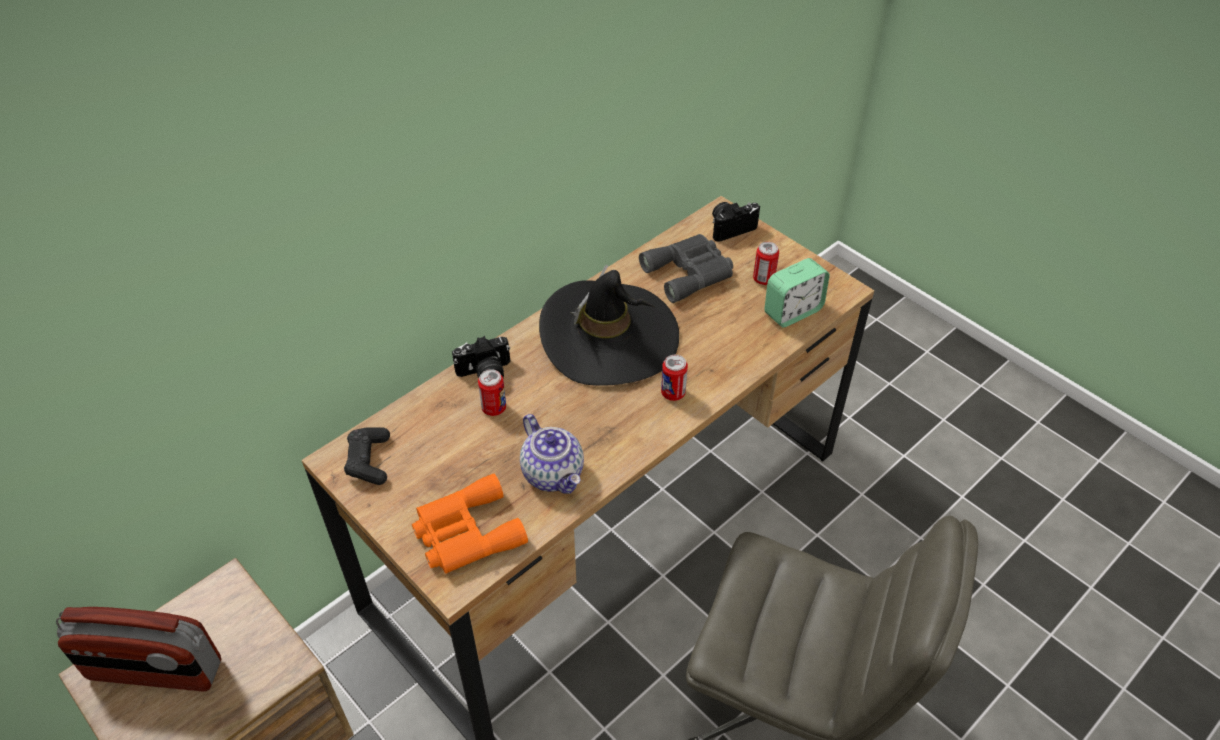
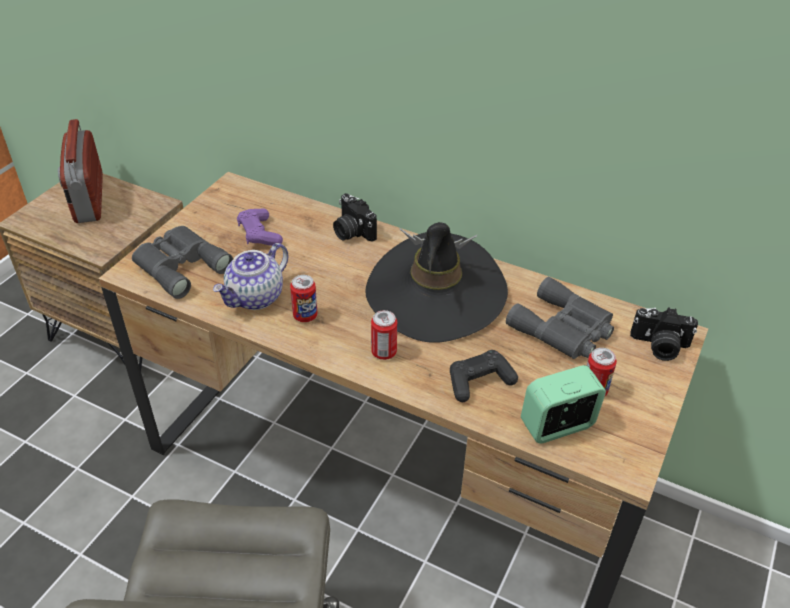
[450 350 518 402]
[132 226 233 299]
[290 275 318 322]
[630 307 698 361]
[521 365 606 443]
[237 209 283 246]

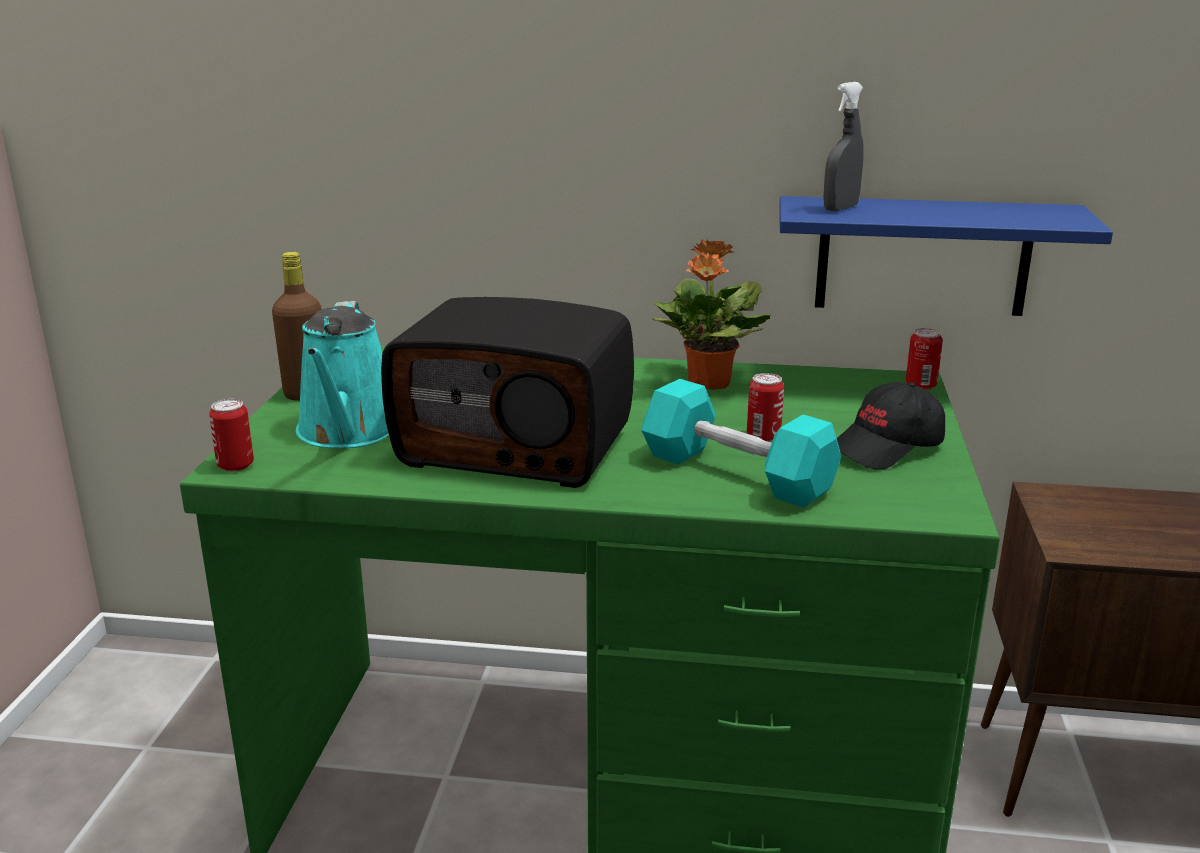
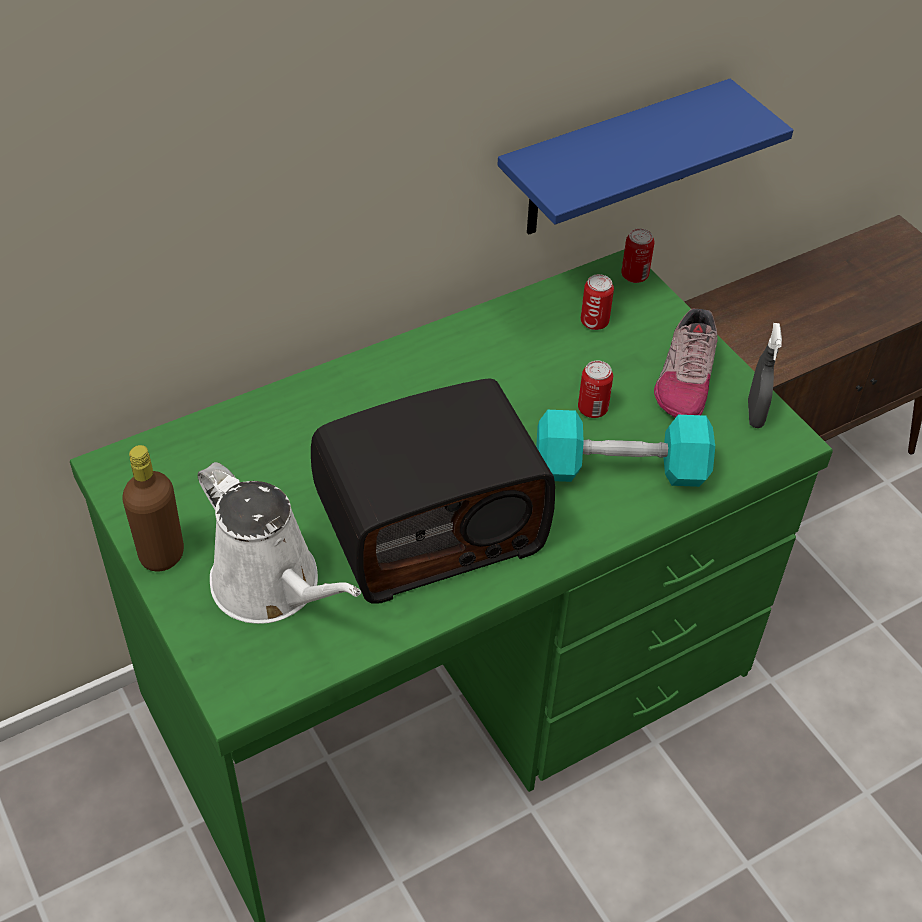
[581 274 614 330]
[198 462 361 624]
[652 239 771 390] (first image)
[748 323 782 428]
[654 308 717 418]

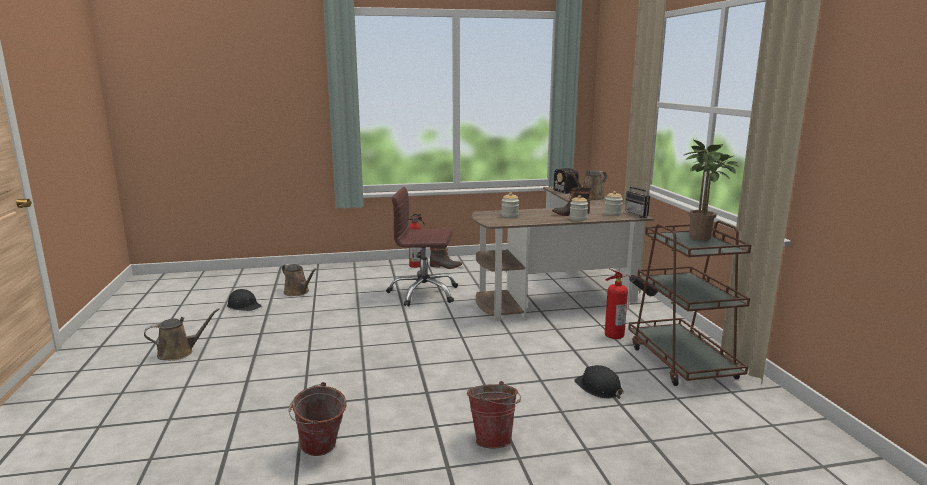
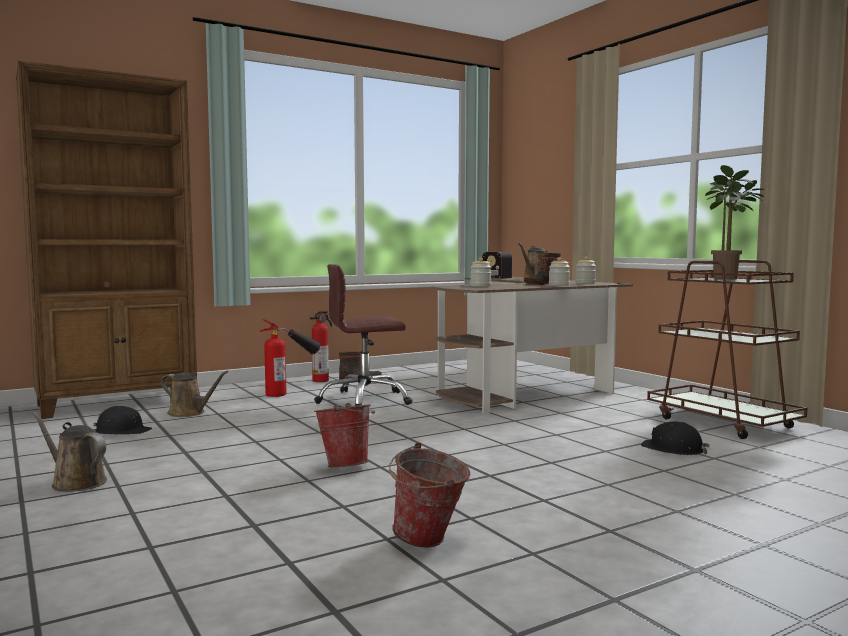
[32 411 107 492]
[314 403 375 467]
[259 319 320 397]
[625 180 650 217] (first image)
[16 61 197 419]

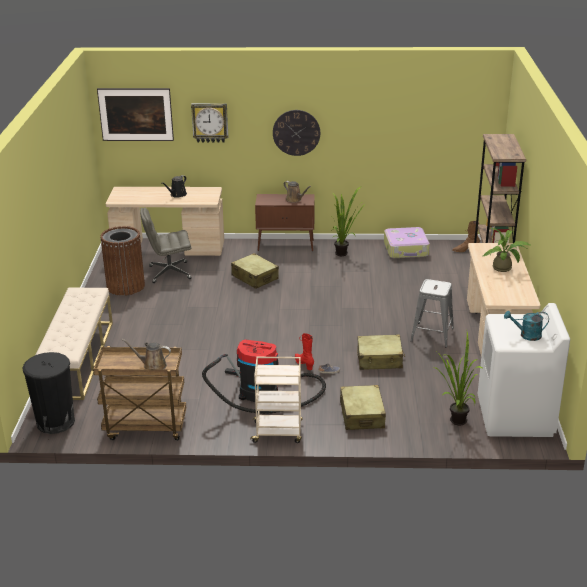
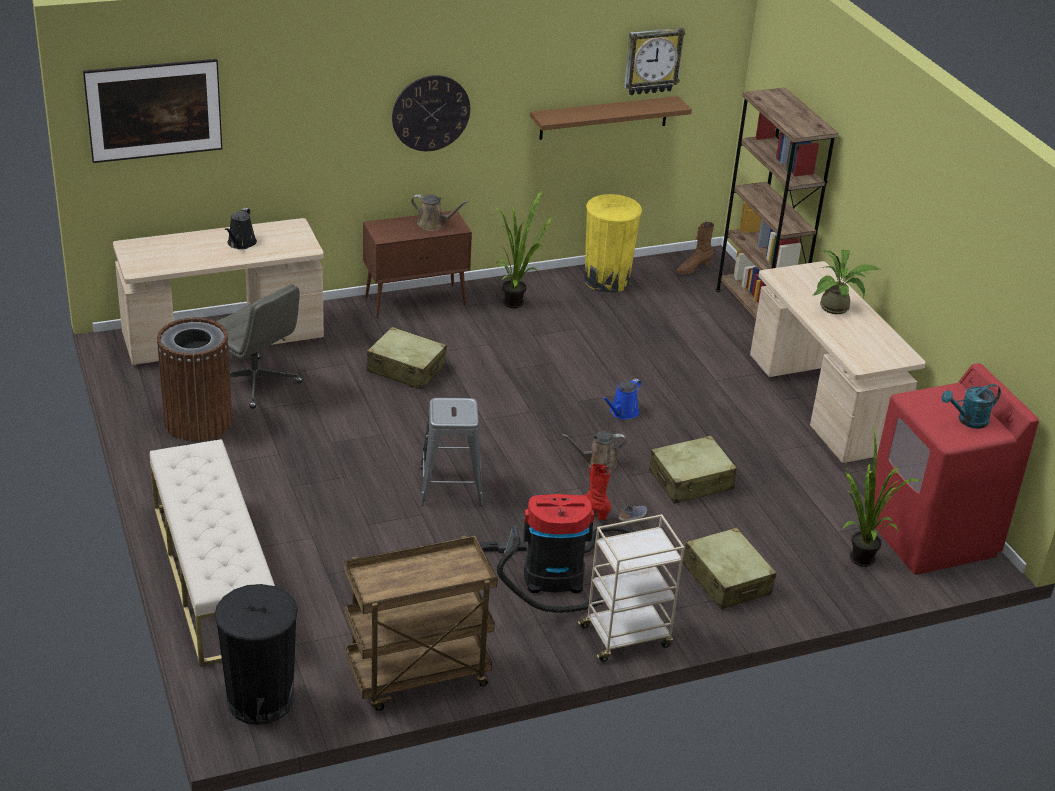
[562 431 627 470]
[216 284 303 409]
[624 28 686 95]
[584 194 642 293]
[420 398 483 506]
[869 363 1039 575]
[530 96 692 140]
[602 379 641 420]

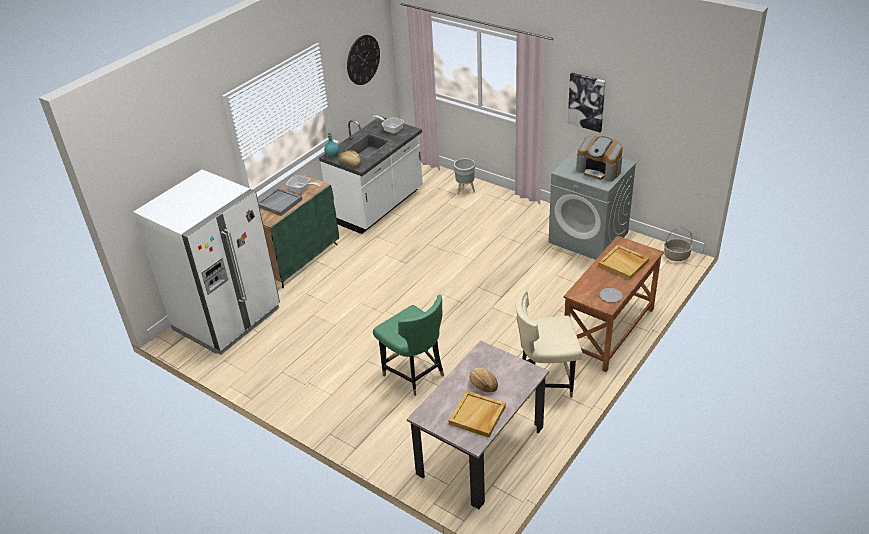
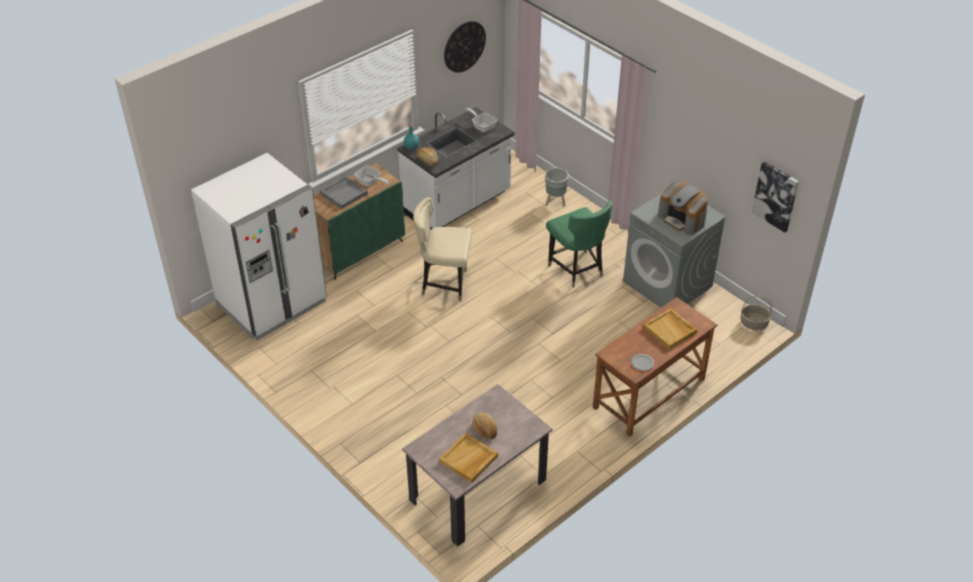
[546 201 612 288]
[413 197 472 301]
[752 162 799 232]

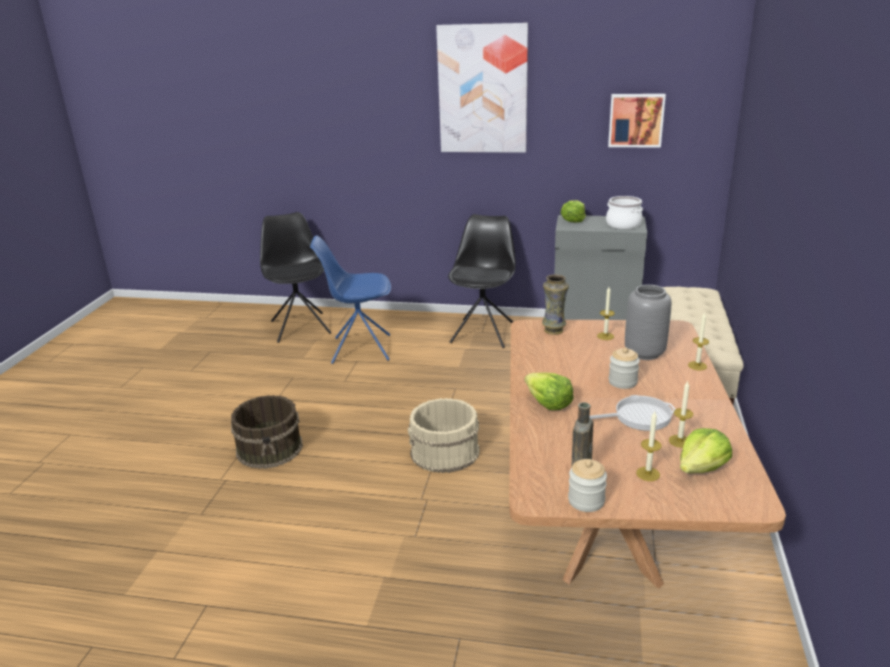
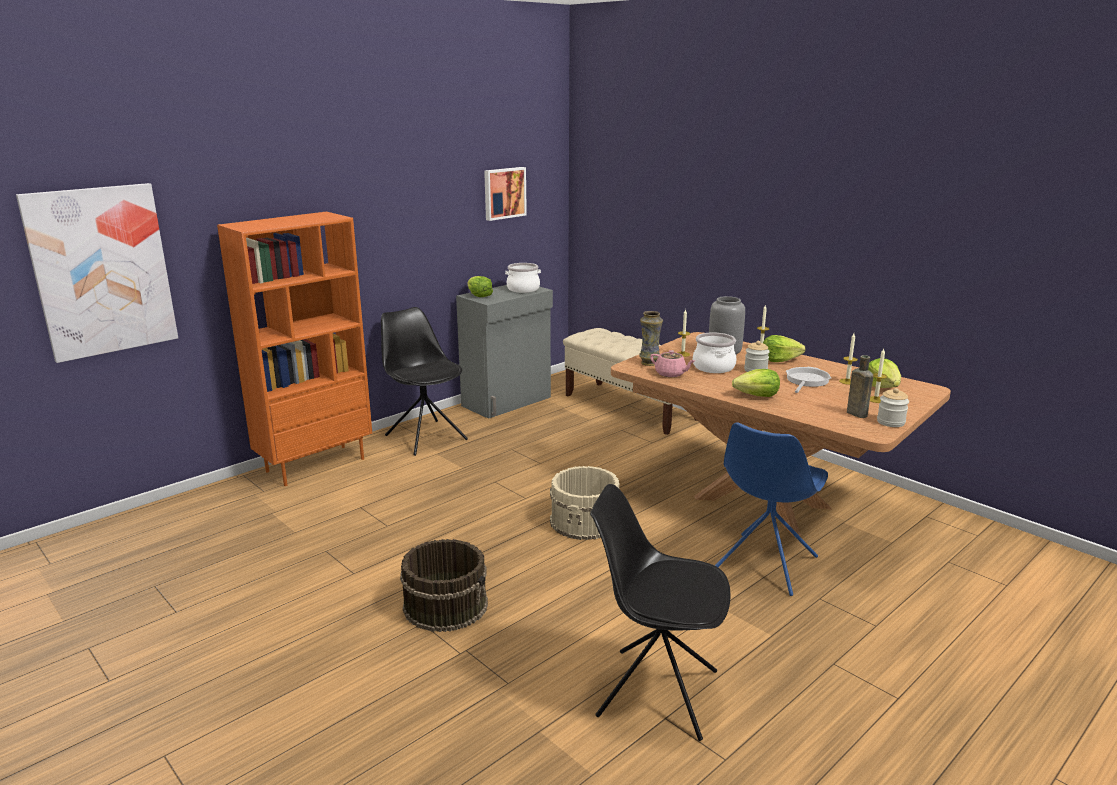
[590 484 730 741]
[715 423 828 596]
[16 183 178 363]
[217 212 372 486]
[650 350 695 377]
[693 333 737 373]
[763 335 806 362]

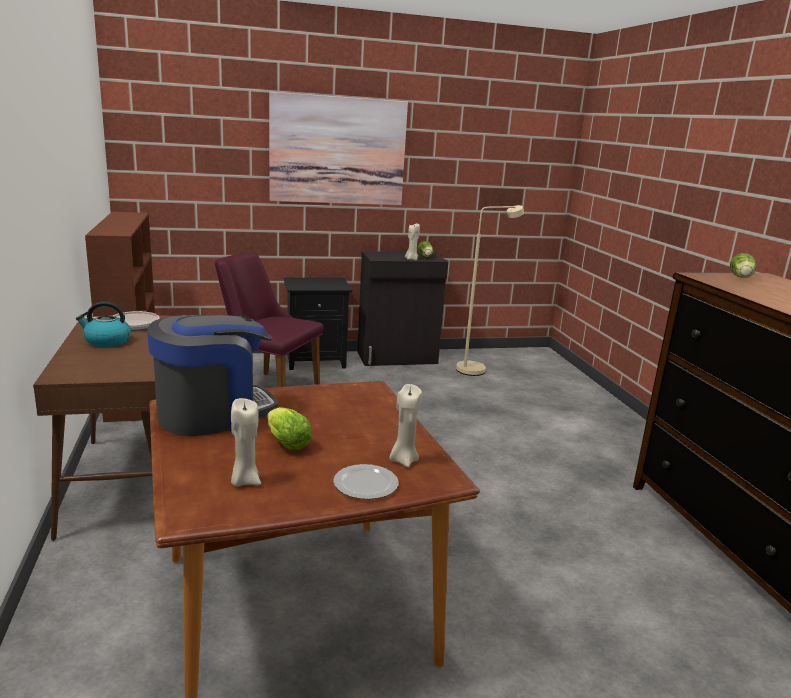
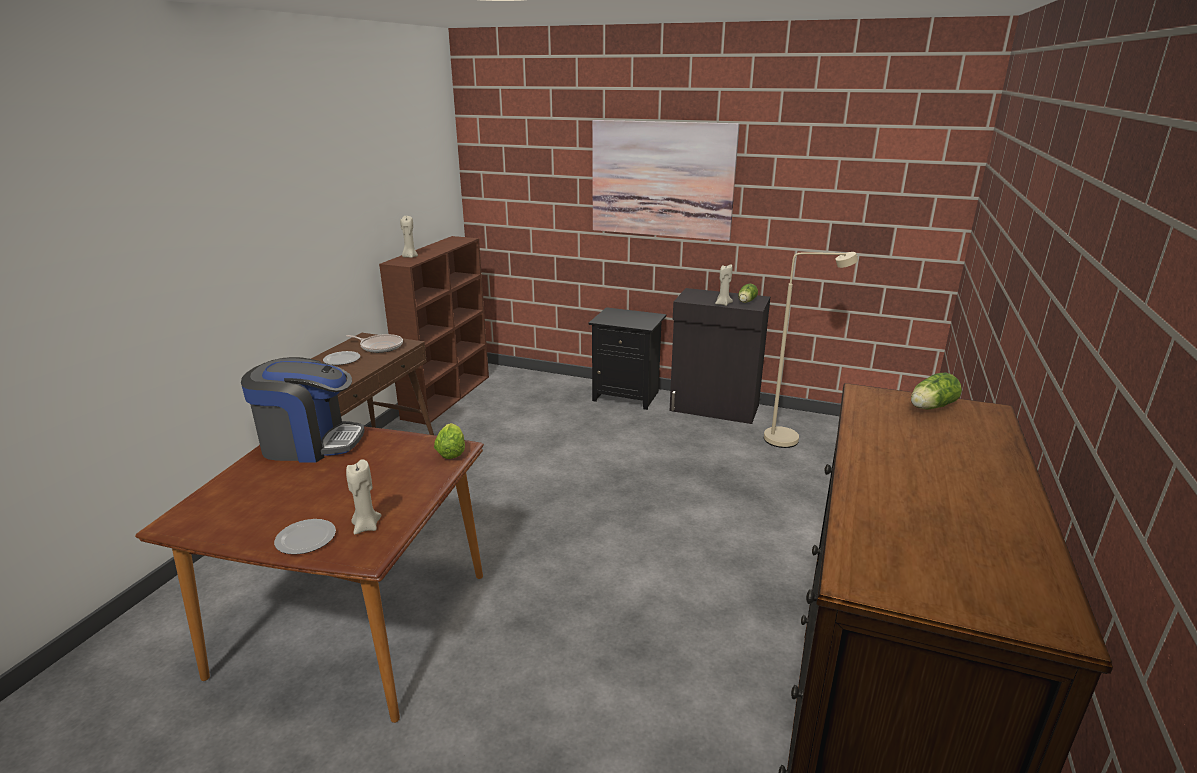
[323 351 361 365]
[215 252 323 387] (first image)
[400 216 418 258]
[434 423 465 459]

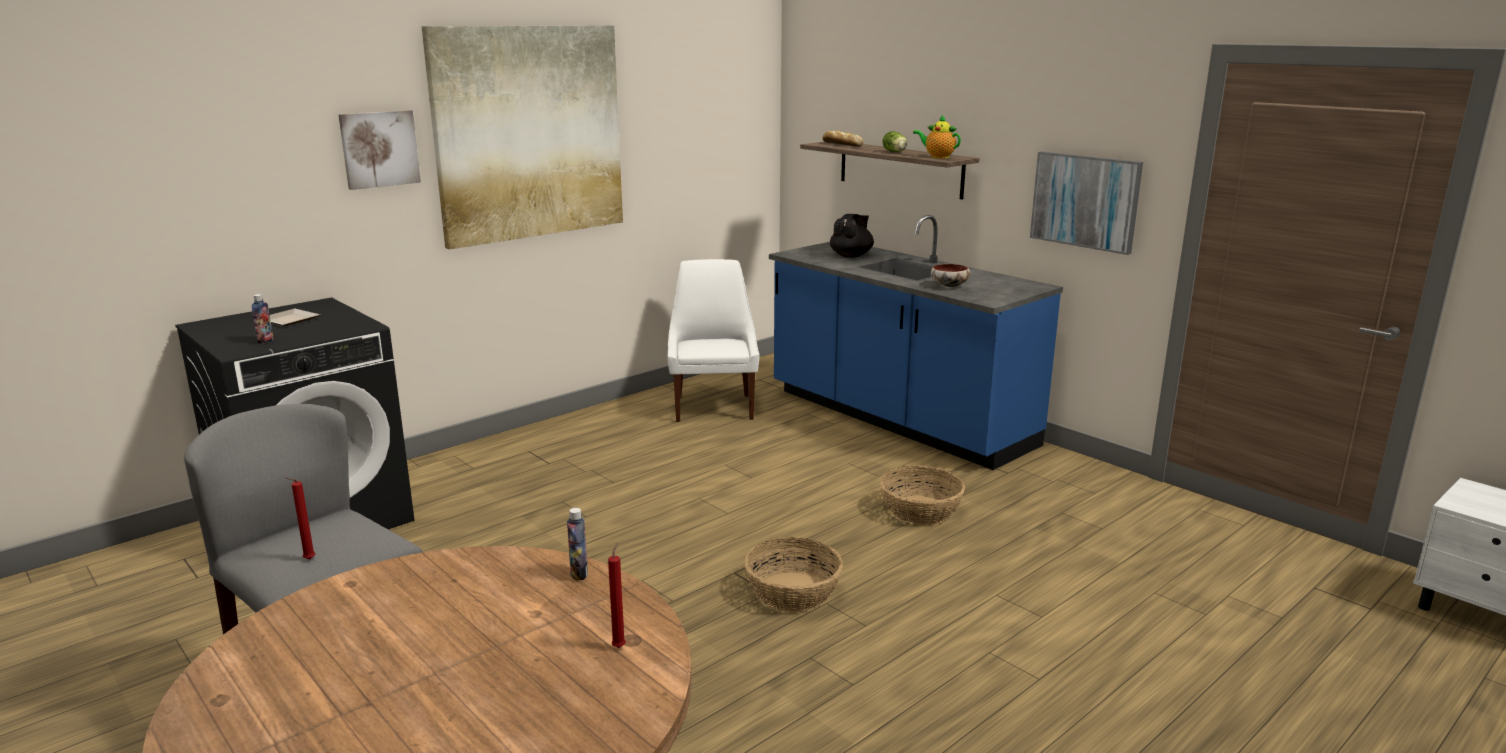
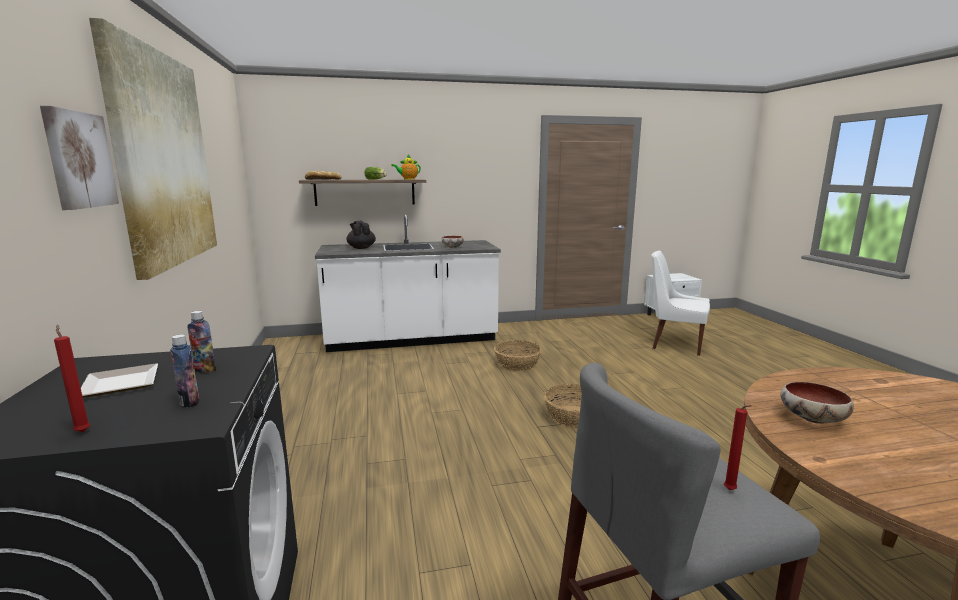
[187 311 216 373]
[54 324 91 432]
[651 250 710 356]
[315 214 501 352]
[1030 151 1143 255] (first image)
[780 382 854 424]

